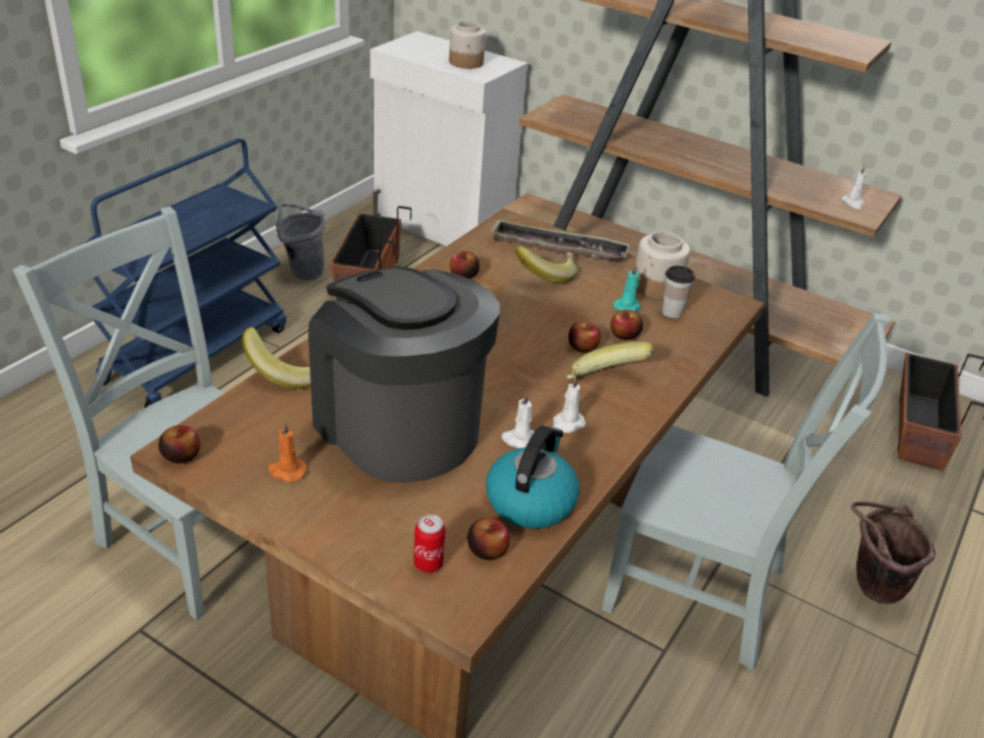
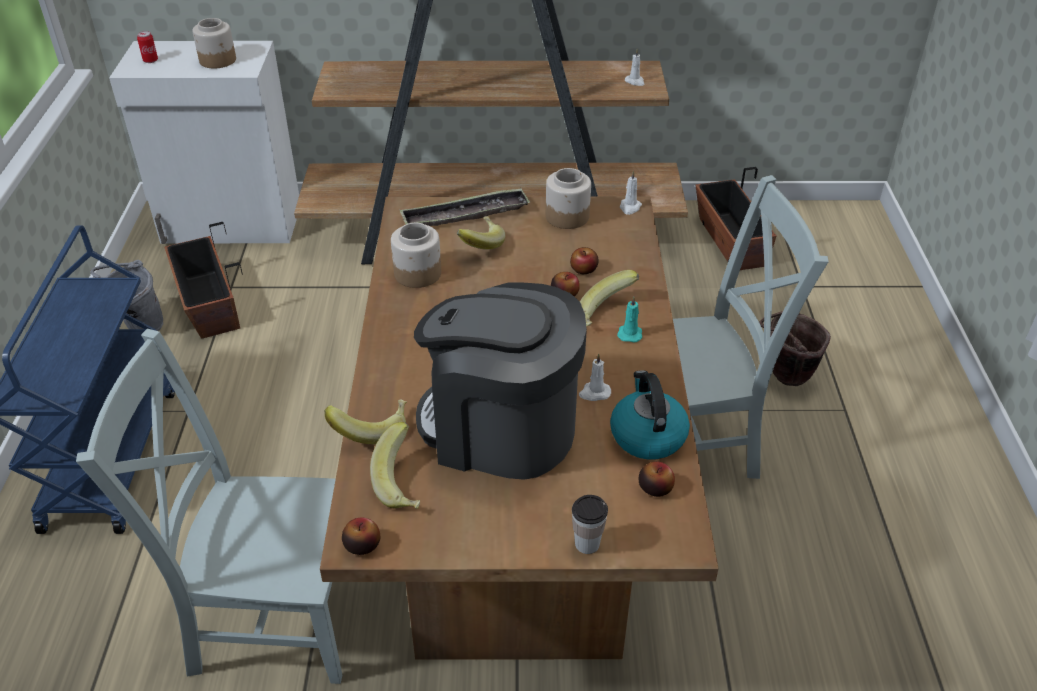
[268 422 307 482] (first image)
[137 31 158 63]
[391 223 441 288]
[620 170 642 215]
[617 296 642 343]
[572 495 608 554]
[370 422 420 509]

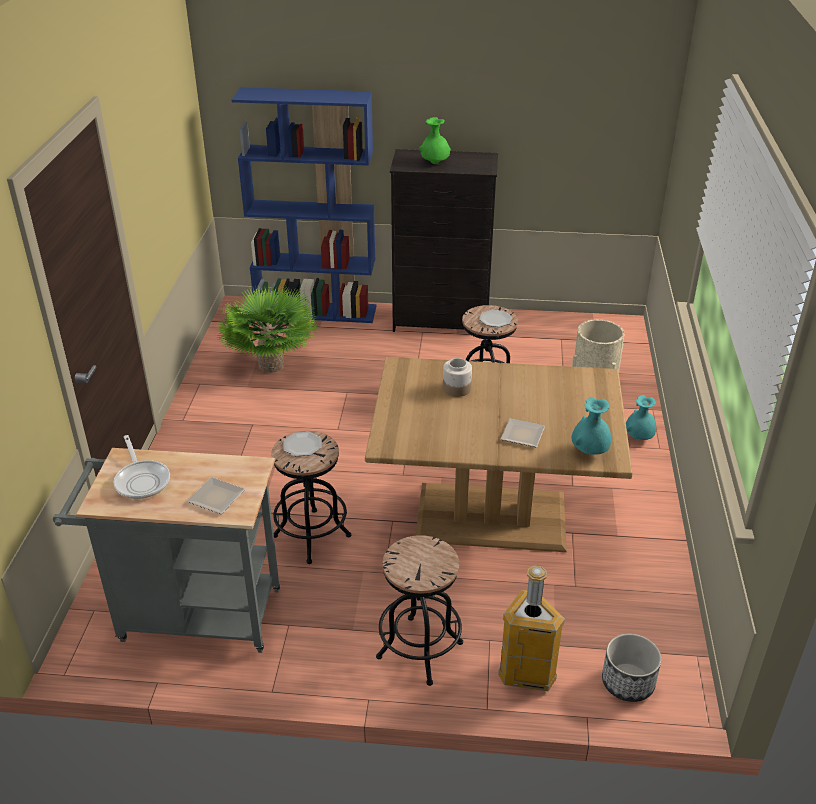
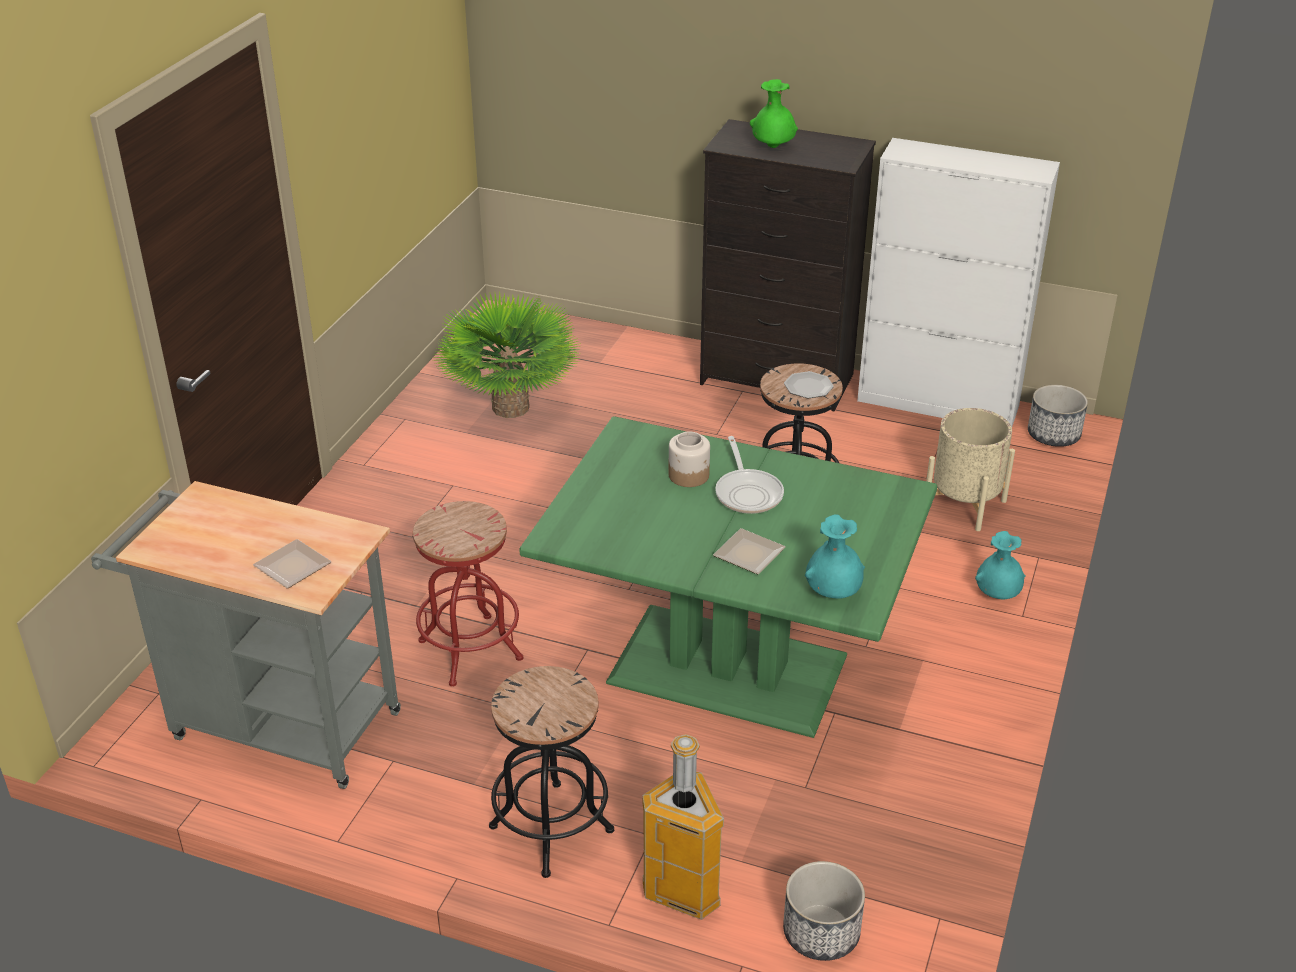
[715 436 784 514]
[231 87 377 323] (first image)
[413 501 524 687]
[284 432 322 456] (first image)
[519 416 937 738]
[857 138 1060 427]
[1028 385 1088 447]

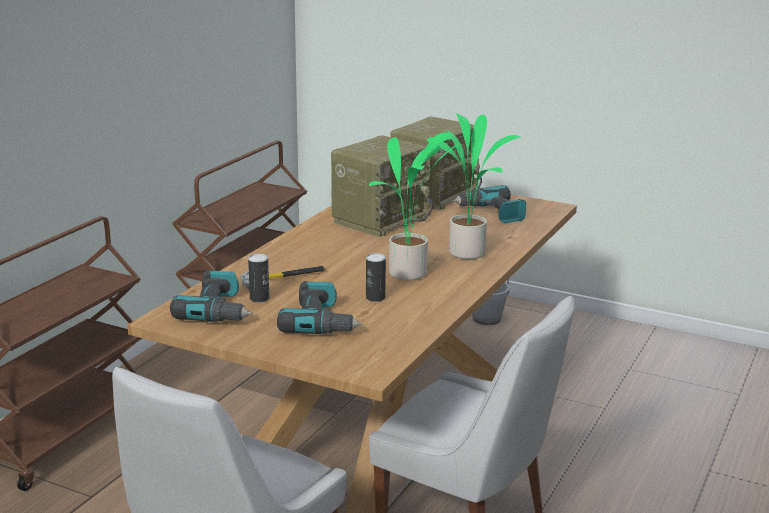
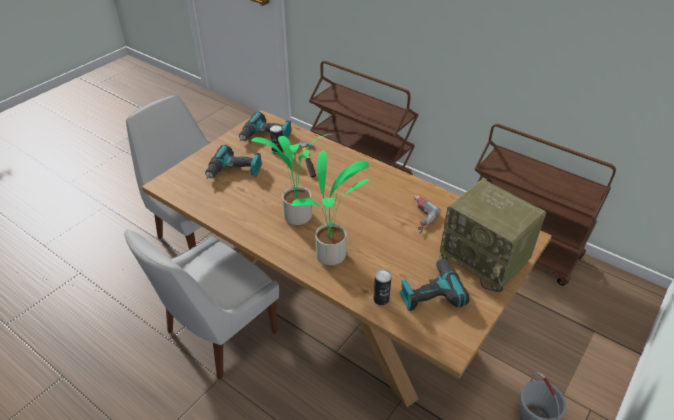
[414 195 441 234]
[373 270 392 306]

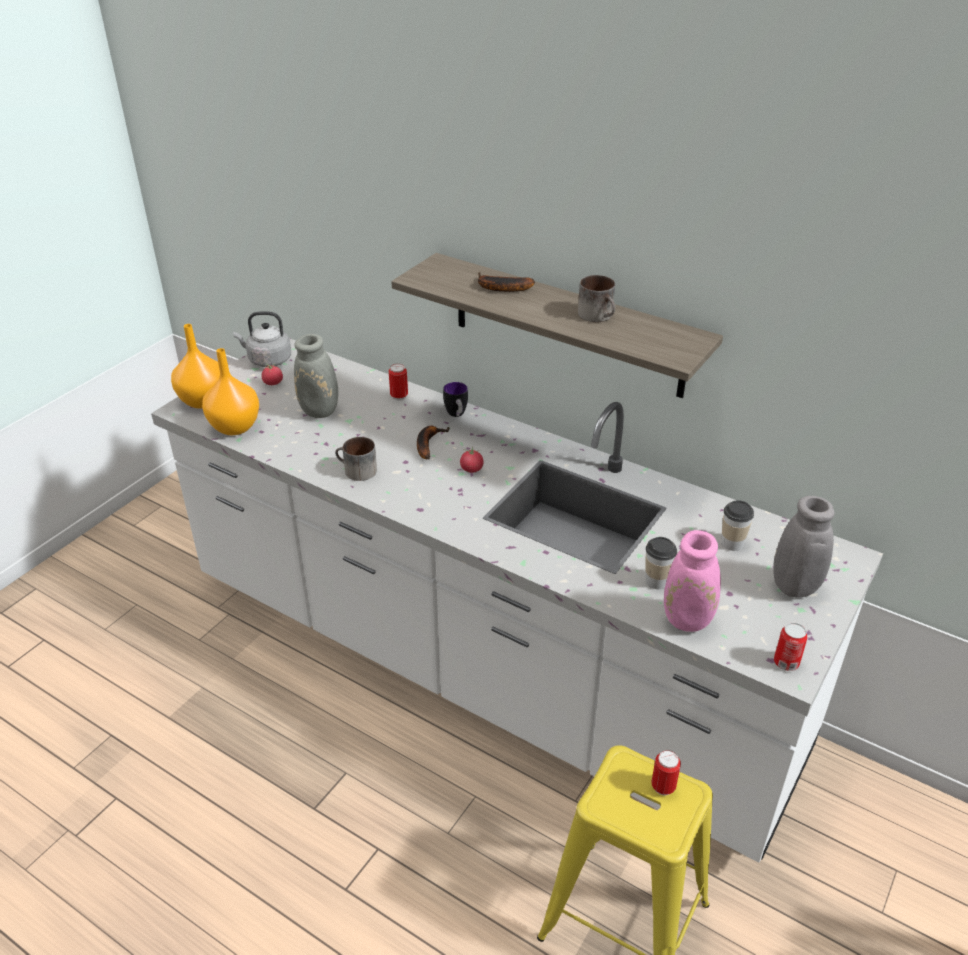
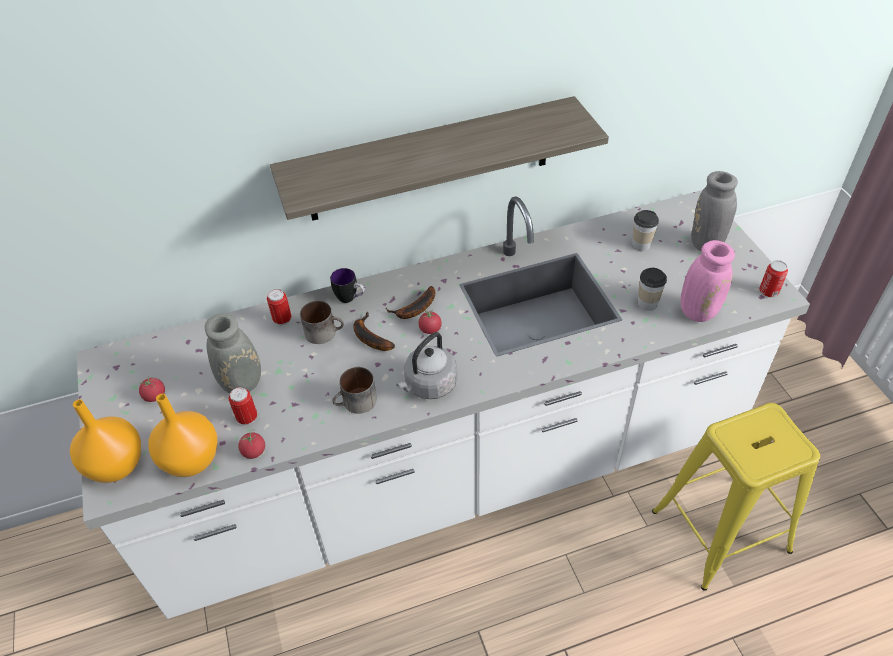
[396 332 458 399]
[386 286 435 319]
[300 301 344 344]
[229 387 257 425]
[238 430 265 459]

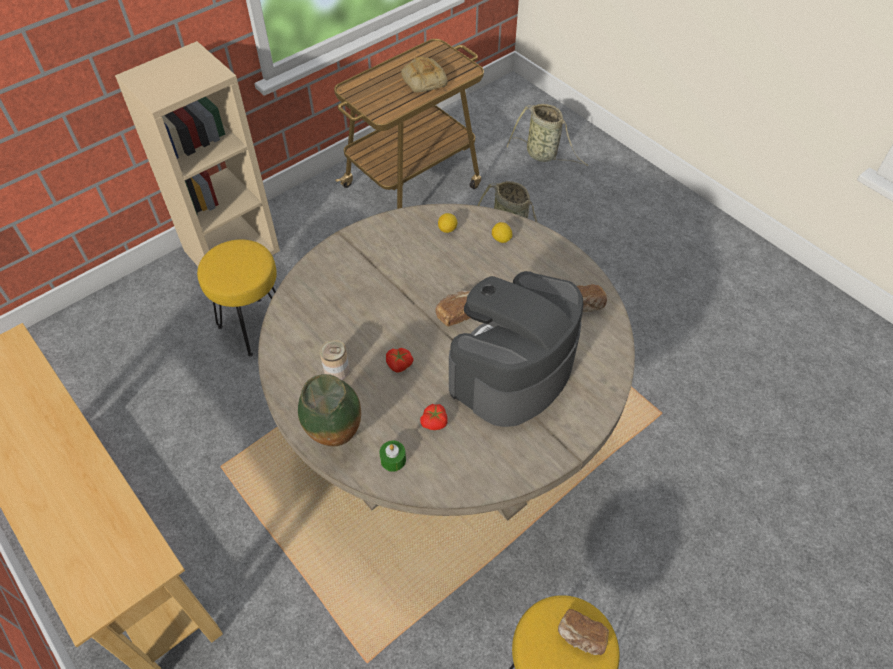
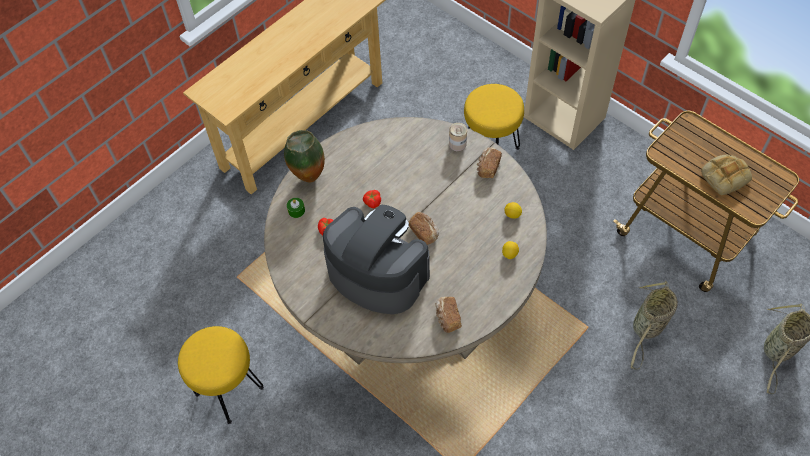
[449 123 467 151]
[477 147 502 178]

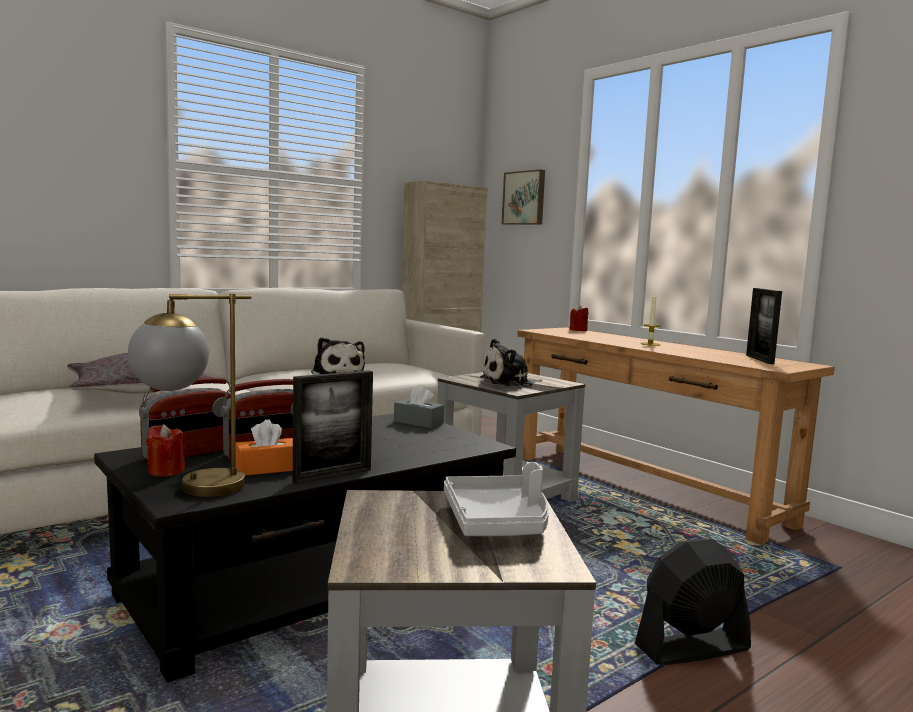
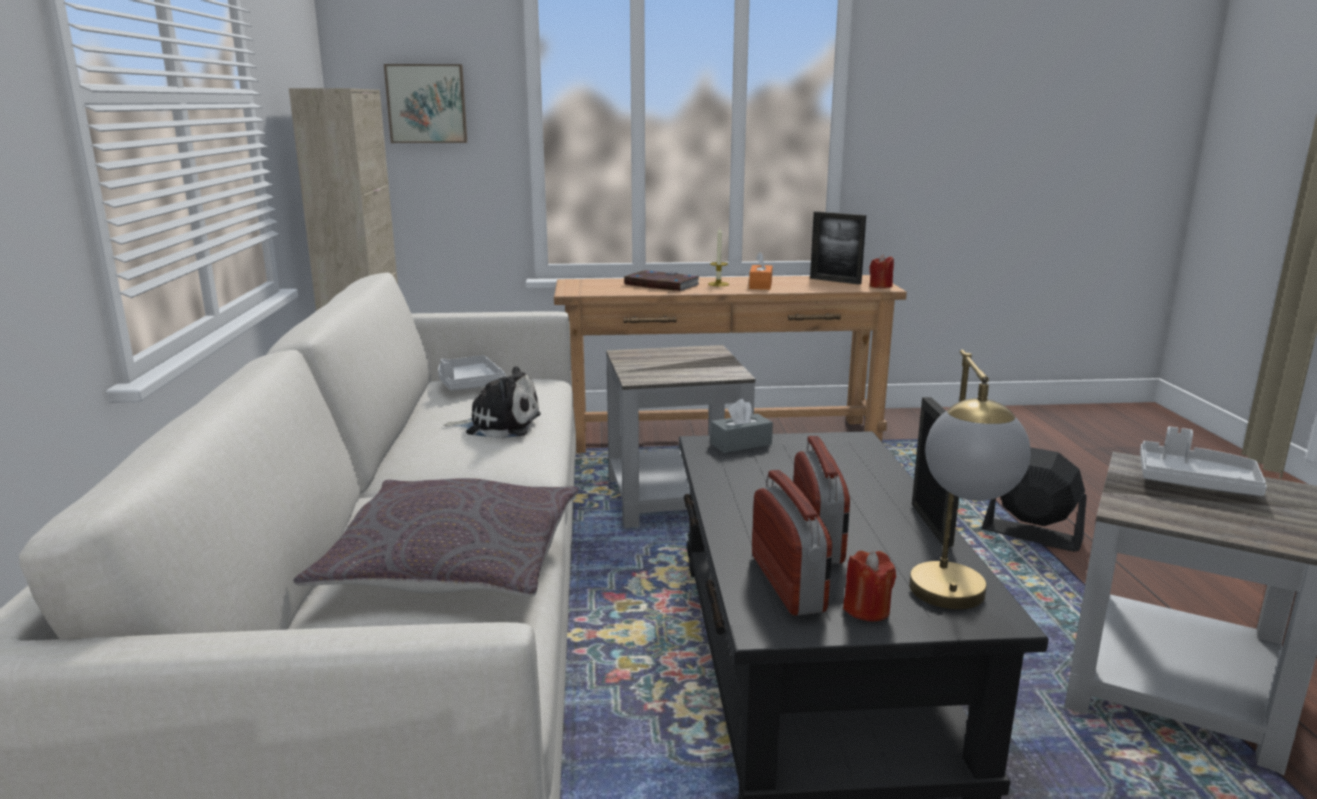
[749 252 773 290]
[480 338 542 386] (first image)
[869 254 894 288]
[982 447 1087 552]
[438 355 506 390]
[624 270 700 291]

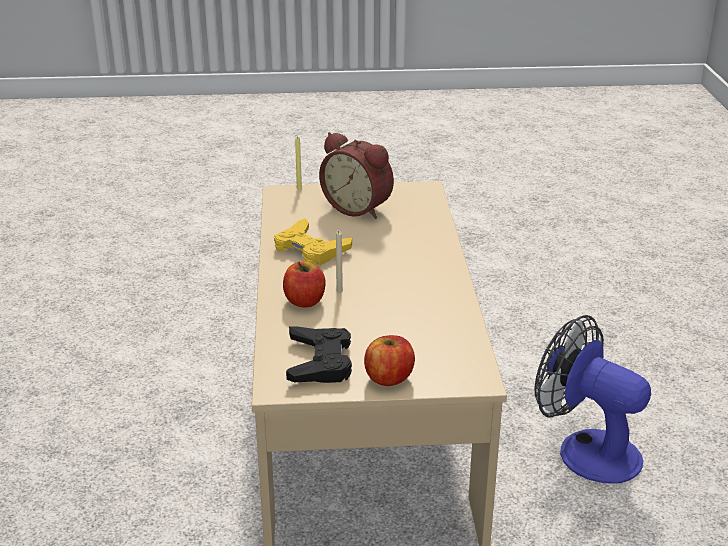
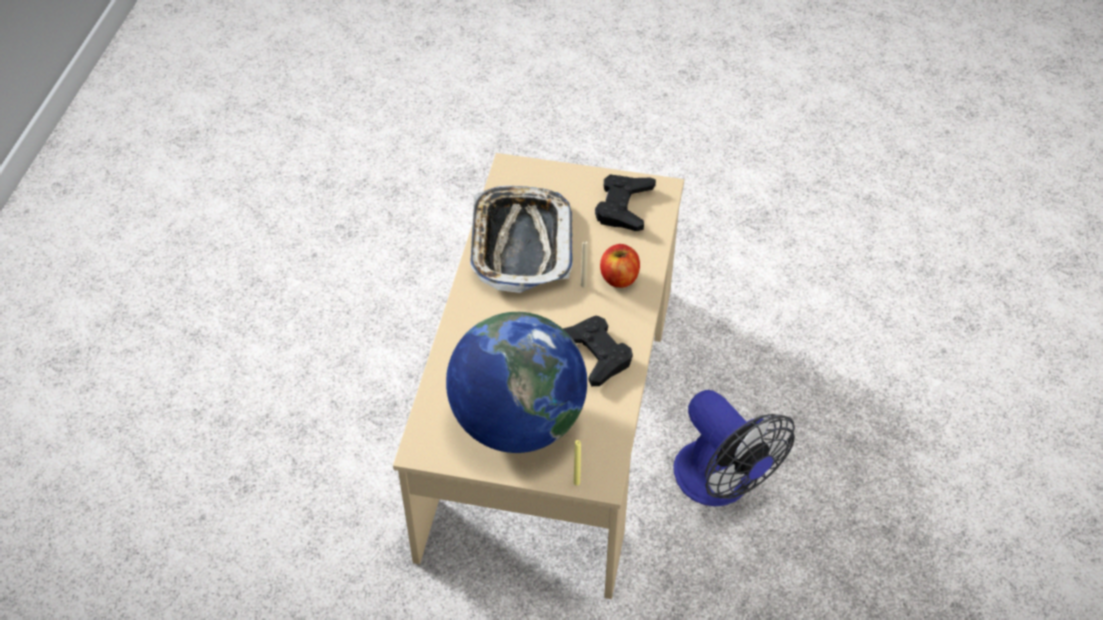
[563 315 633 386]
[446 312 587 453]
[364 335 415 386] (first image)
[673 390 795 506]
[470 185 573 293]

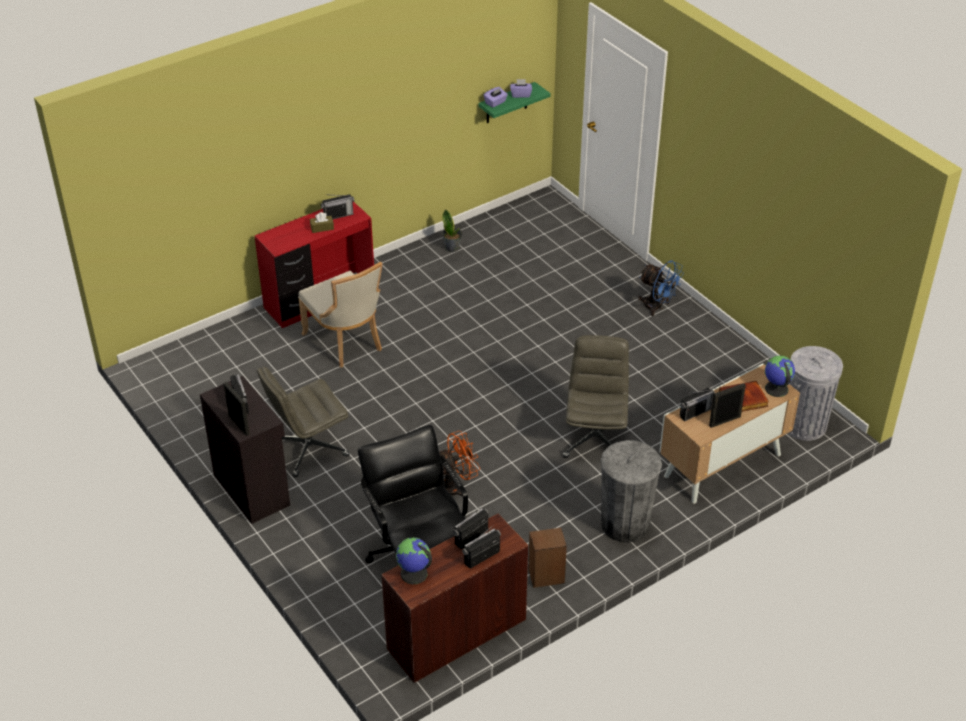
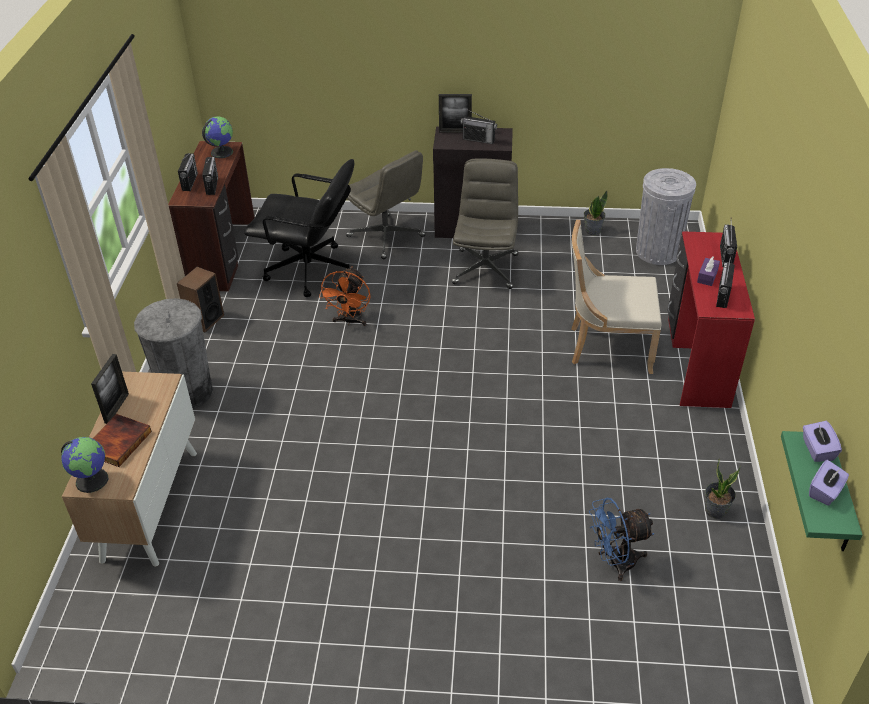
[697 256 720 286]
[346 150 426 259]
[589 498 655 581]
[720 220 737 267]
[636 168 696 265]
[584 191 608 235]

